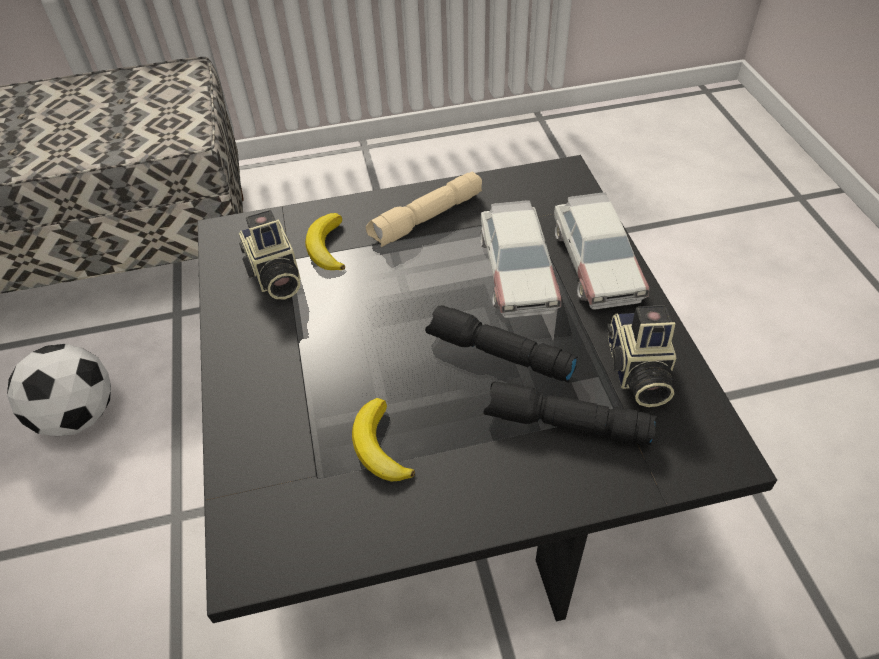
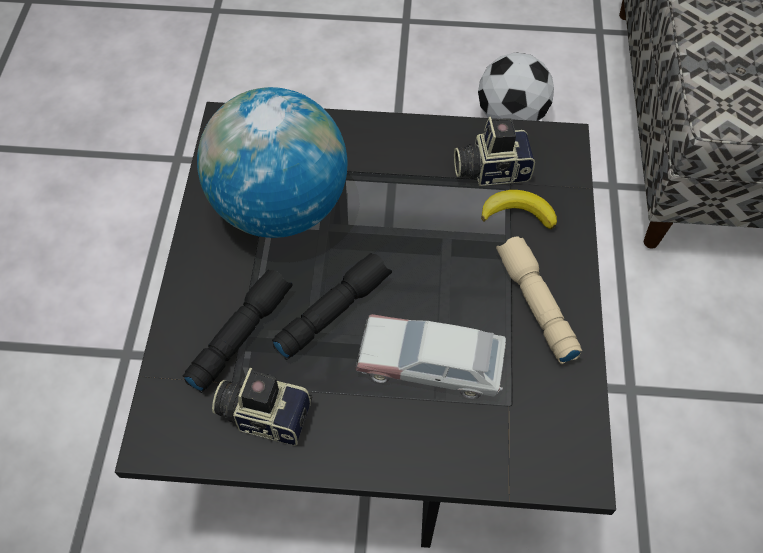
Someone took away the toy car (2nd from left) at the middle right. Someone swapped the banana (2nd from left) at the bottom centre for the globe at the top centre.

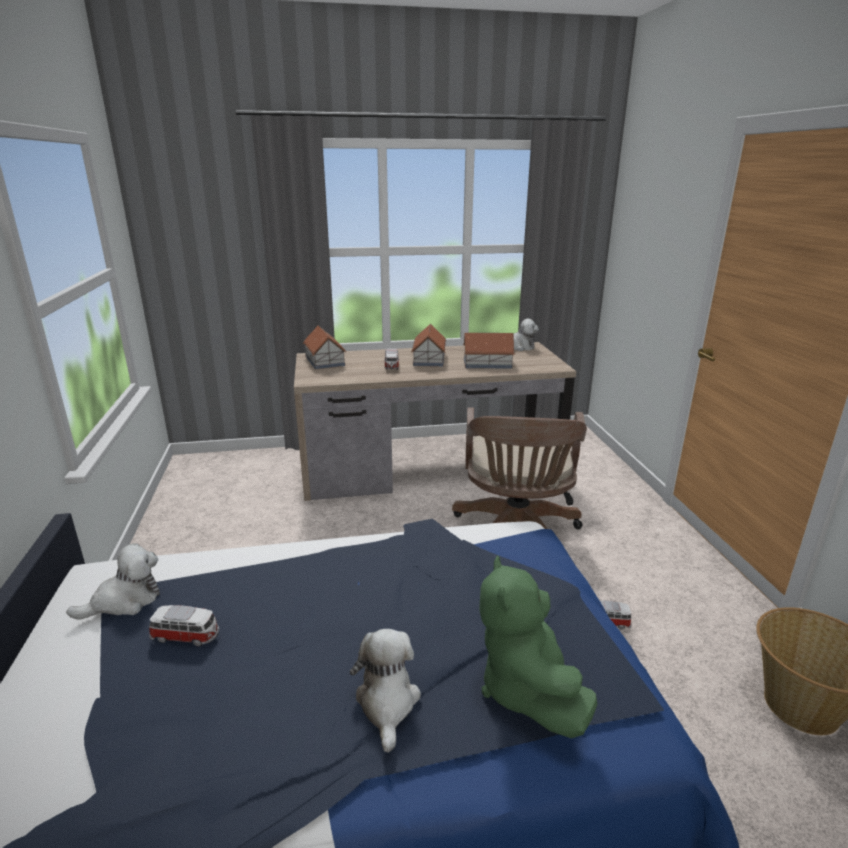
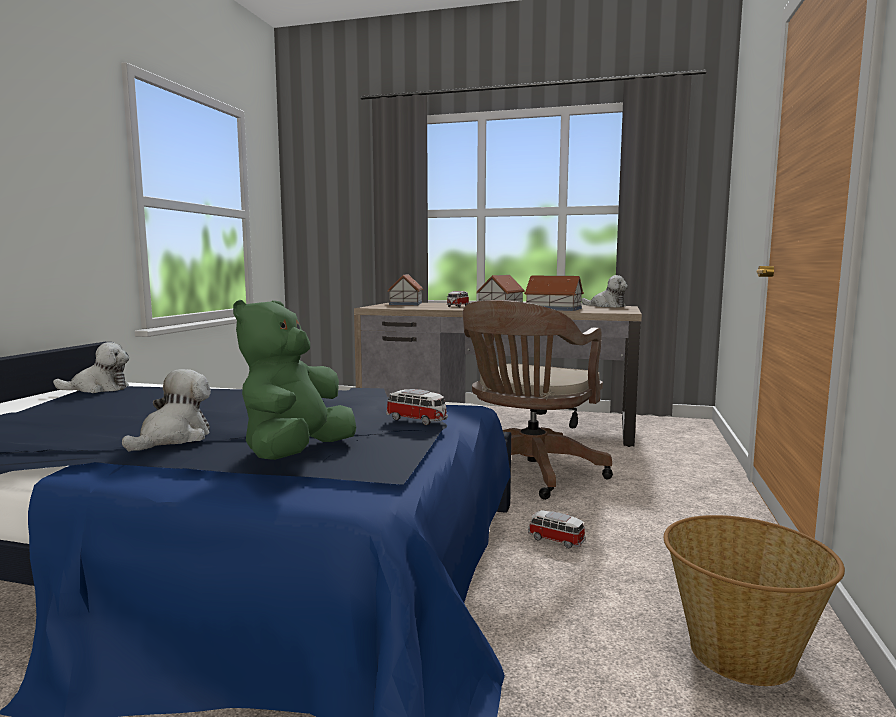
Someone carried the toy car (1st from left) from the bottom left to the centre.

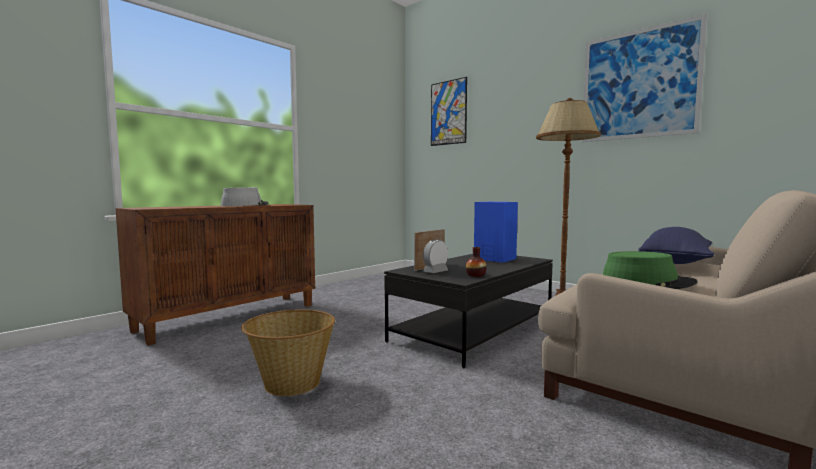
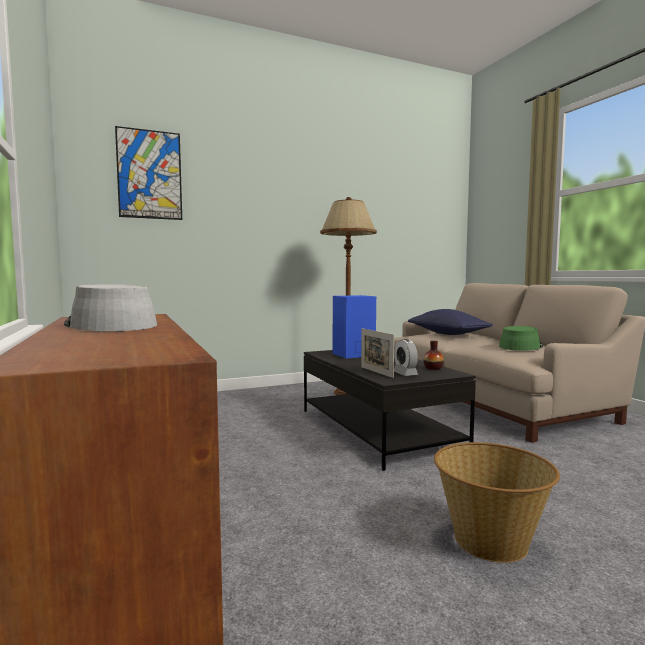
Someone took away the picture (2nd from left) at the top right.

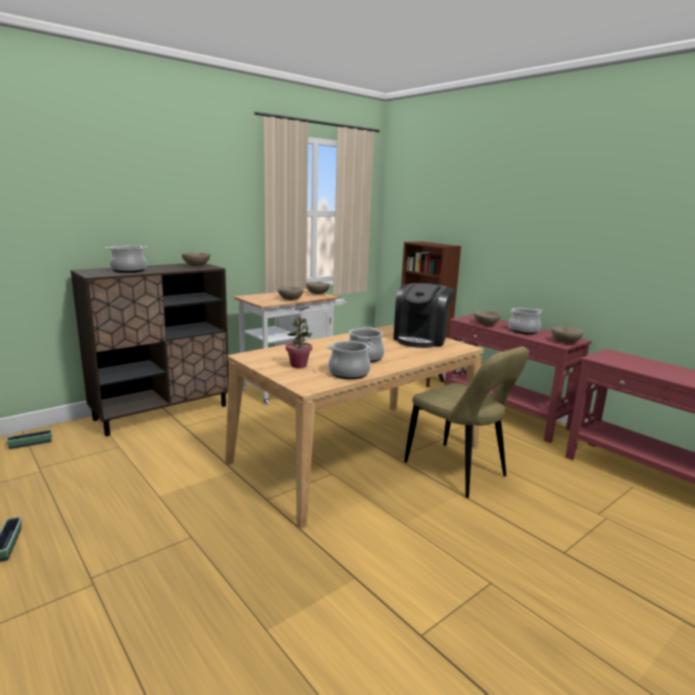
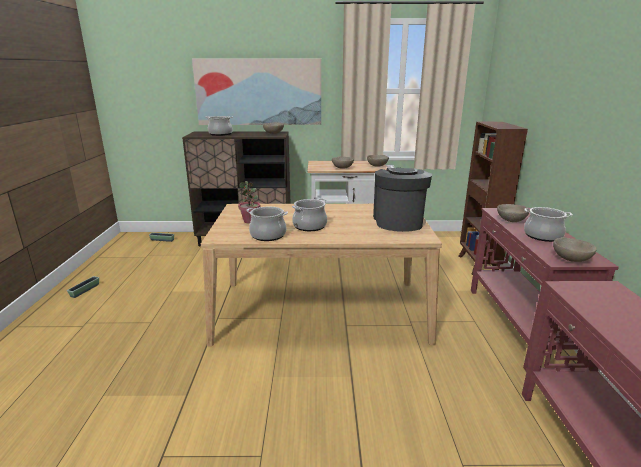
Someone rotated the coffee machine at the centre by 120 degrees clockwise. Someone took away the beige chair at the middle right. Someone put up the picture at the top centre.

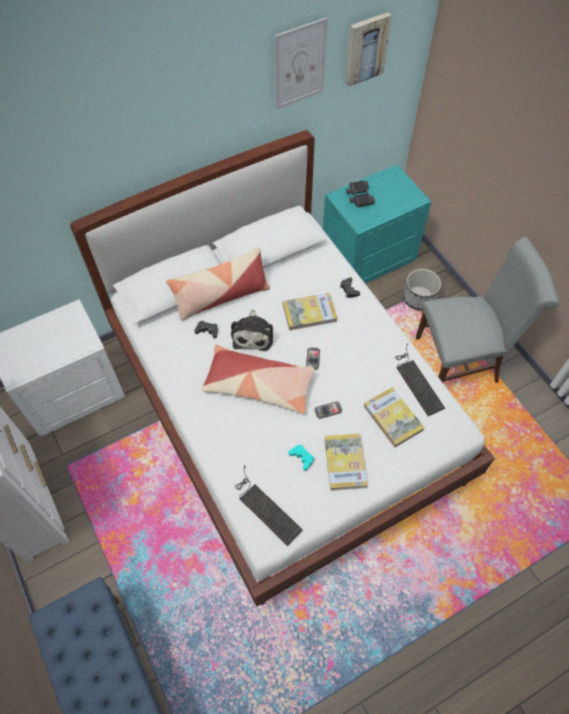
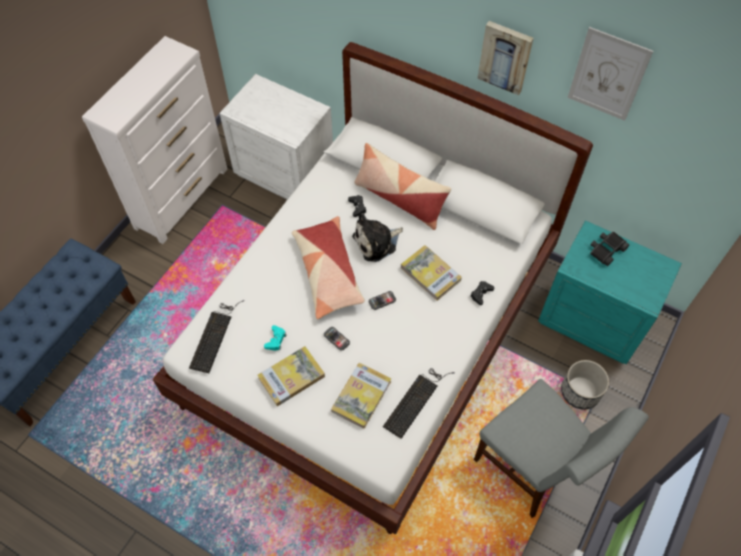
Someone carried the picture (2nd from left in the first image) from the top centre to the top right.

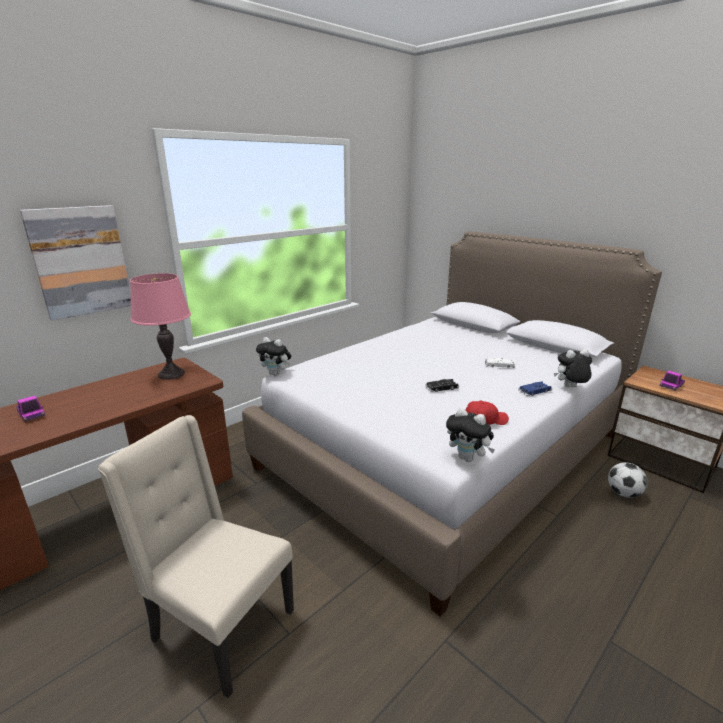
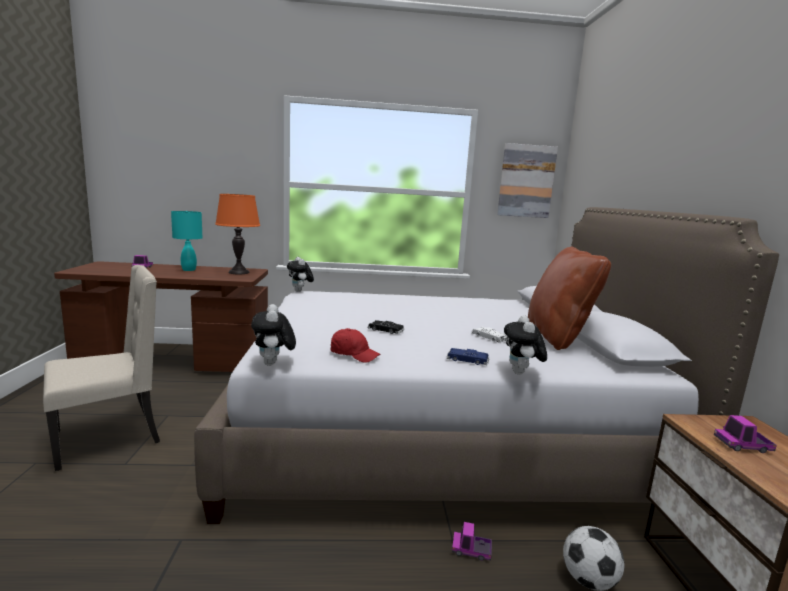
Someone carried the picture from the middle left to the top right. Someone repainted the pink table lamp at the middle left, which became the orange table lamp at the middle left. Someone rotated the plush toy (3rd from left) at the middle right by 120 degrees counterclockwise. Someone rotated the beige chair at the bottom left by 75 degrees clockwise. Someone put down the turquoise table lamp at the middle left. Someone put down the brown pillow at the middle right. Someone put down the toy truck (2nd from left) at the bottom centre.

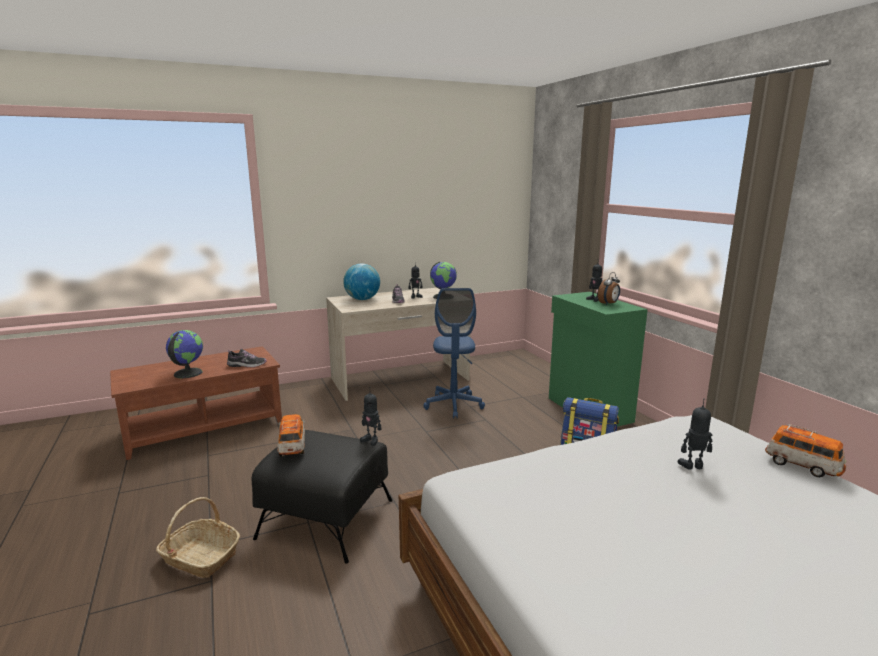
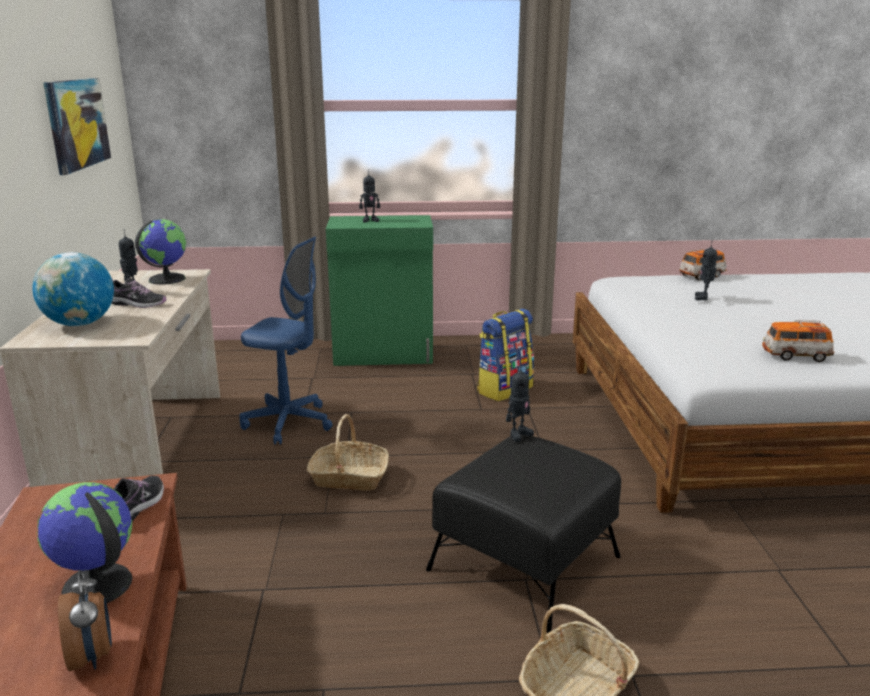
Someone carried the alarm clock from the middle right to the bottom left. Someone carried the toy car (1st from left in the first image) from the middle left to the middle right. Someone put up the picture at the top left. Someone put down the basket (1st from left) at the centre.

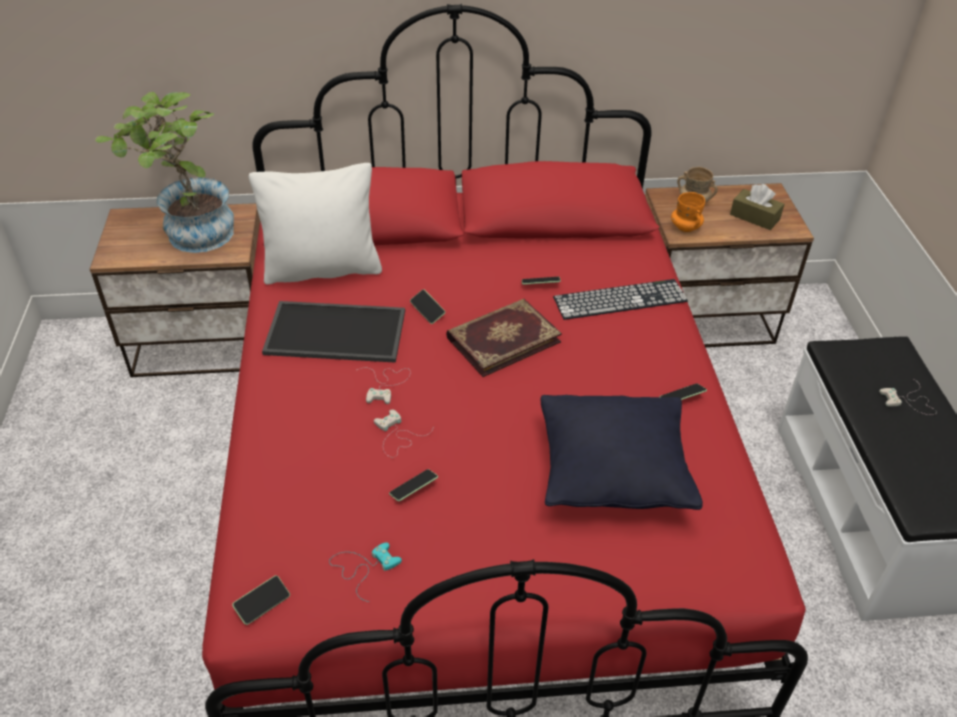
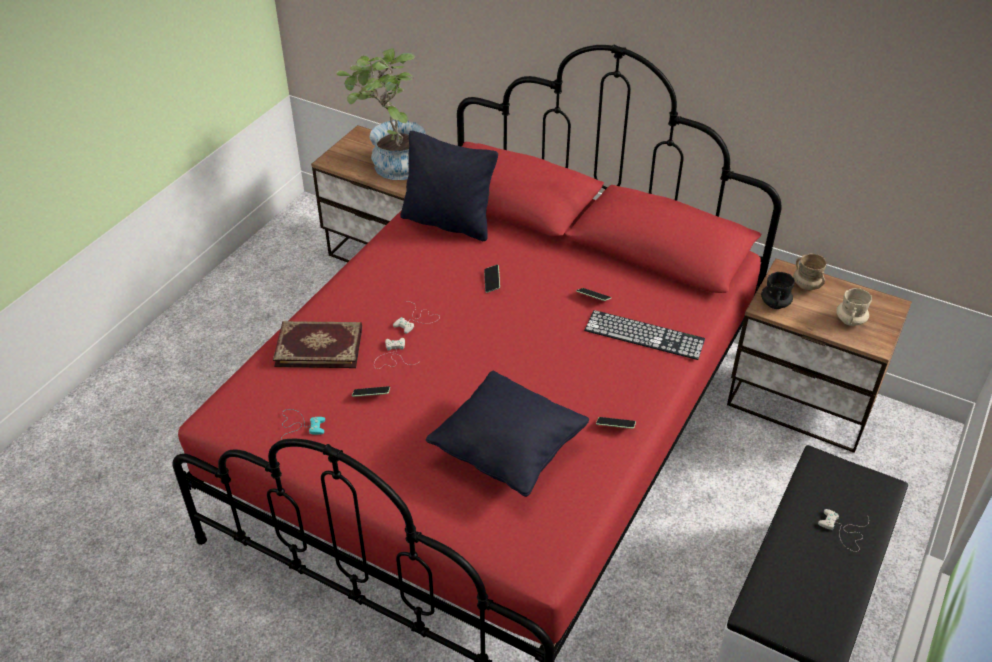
Someone repainted the white pillow at the top left, which became the black pillow (1st from left) at the top centre. Someone swapped the brown tissue box at the top right for the beige mug (2nd from left) at the middle right. Someone repainted the orange mug at the top right, which became the black mug at the middle right. Someone carried the book from the centre to the middle left. Someone took away the tray at the centre. Someone took away the phone (1st from left) at the bottom left.

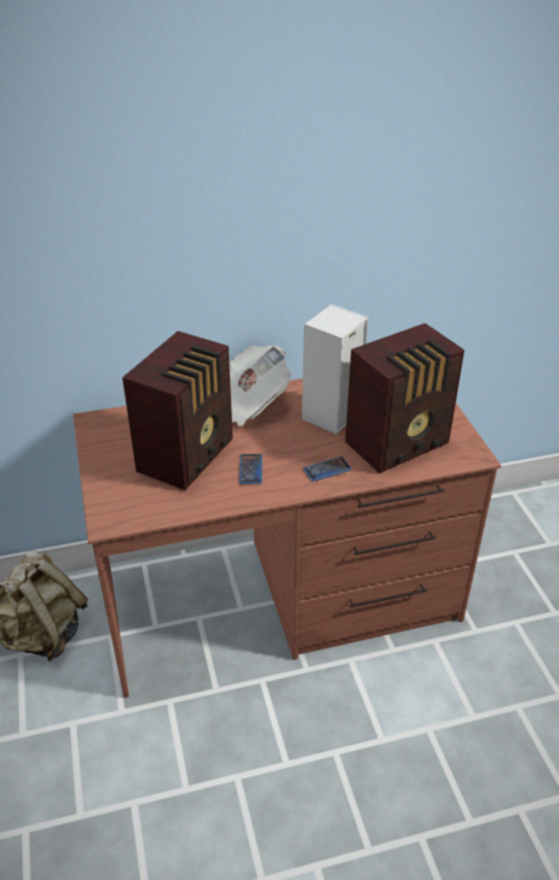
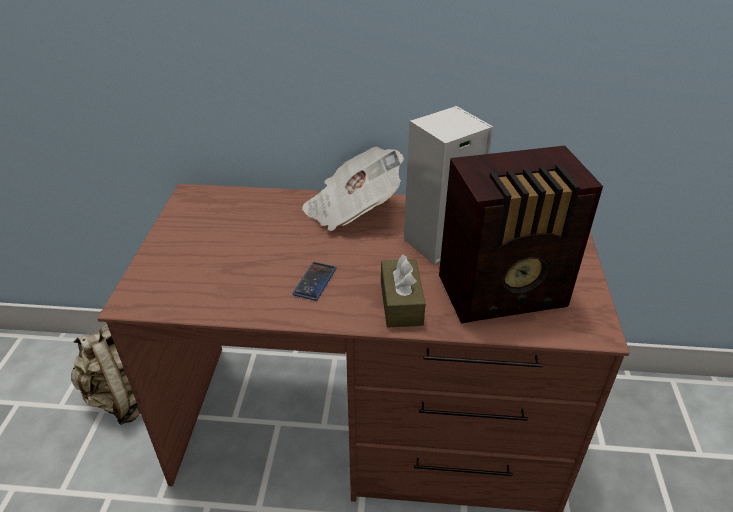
Someone took away the radio (1st from left) at the middle left. Someone swapped the phone (2nd from left) at the centre for the brown tissue box at the centre.

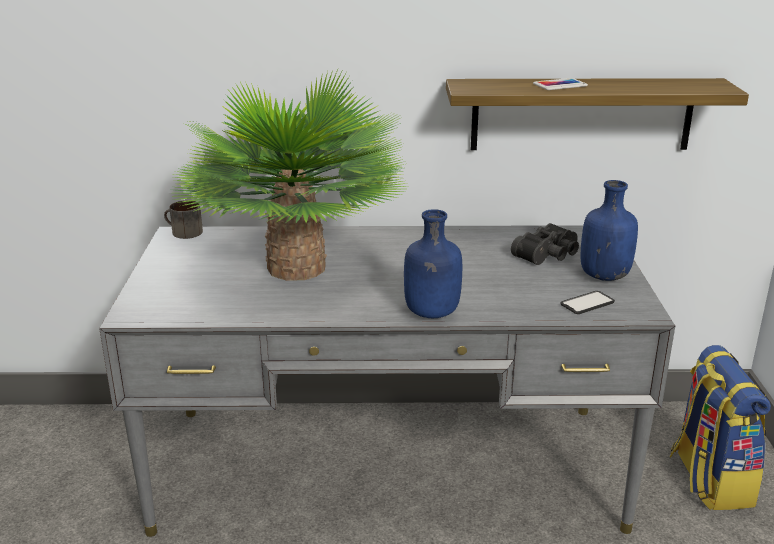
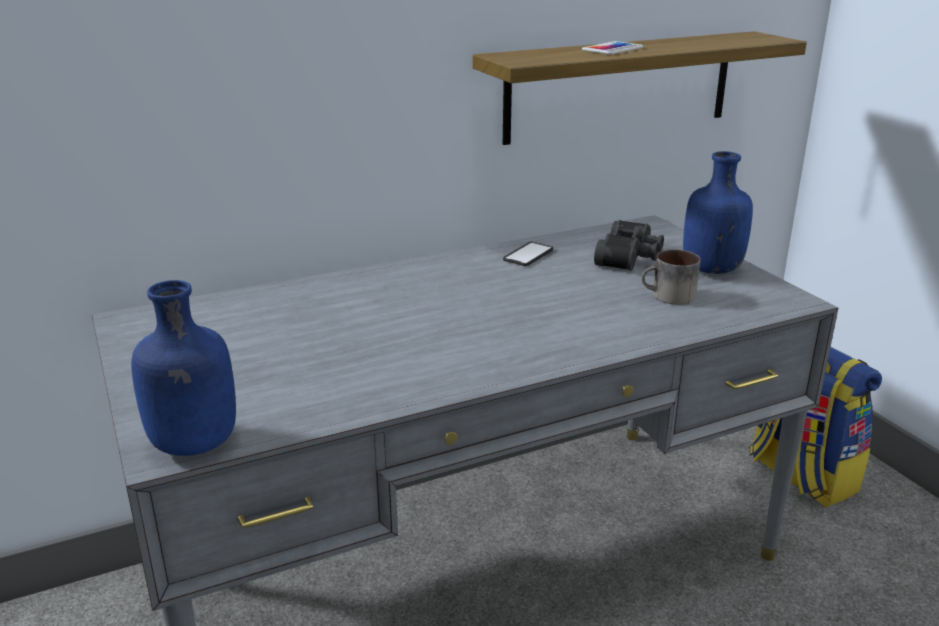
Someone took away the potted plant at the top centre. Someone carried the mug from the middle left to the middle right. Someone carried the blue bottle (1st from left) from the centre to the middle left. Someone carried the phone (2nd from left in the first image) from the middle right to the centre.

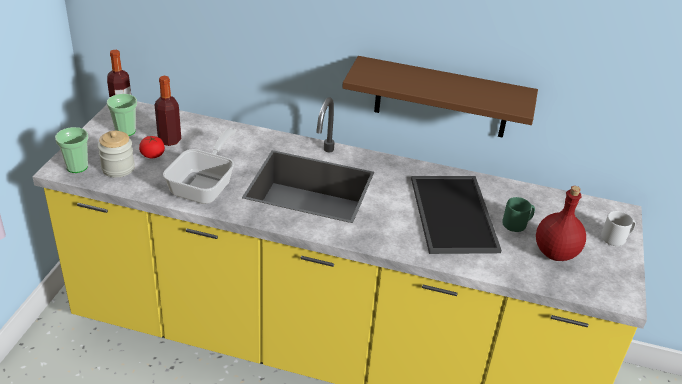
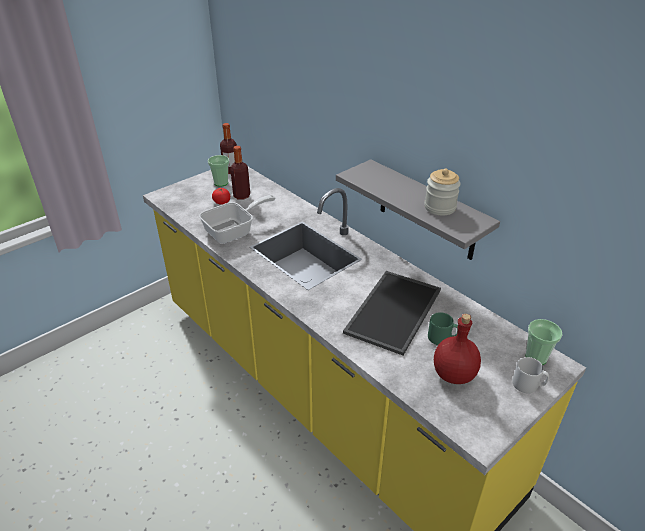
Someone repainted the brown shelf at the top centre, which became the grey shelf at the centre. Someone carried the cup (1st from left in the first image) from the middle left to the middle right. Someone carried the jar from the middle left to the middle right.

